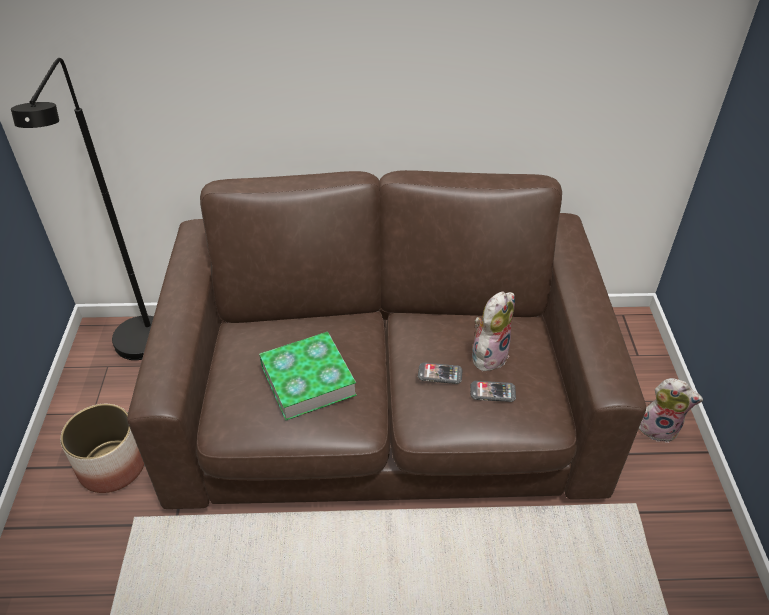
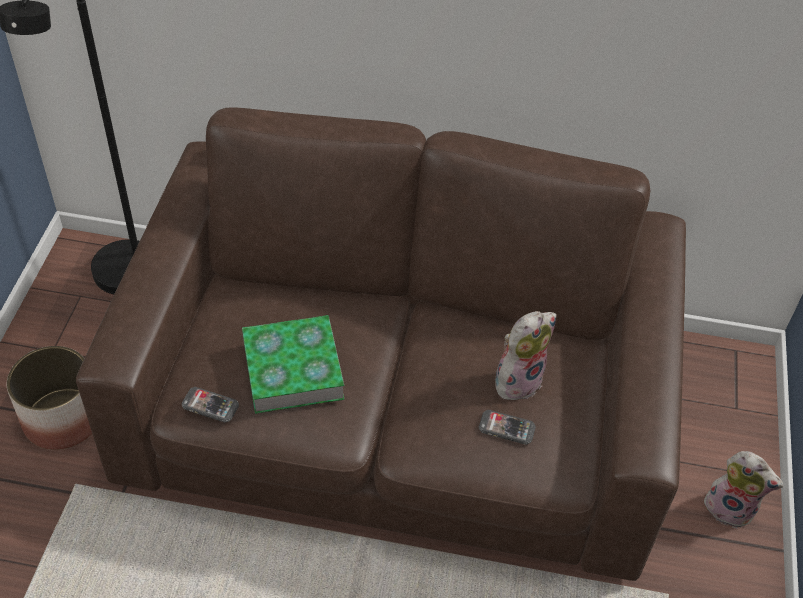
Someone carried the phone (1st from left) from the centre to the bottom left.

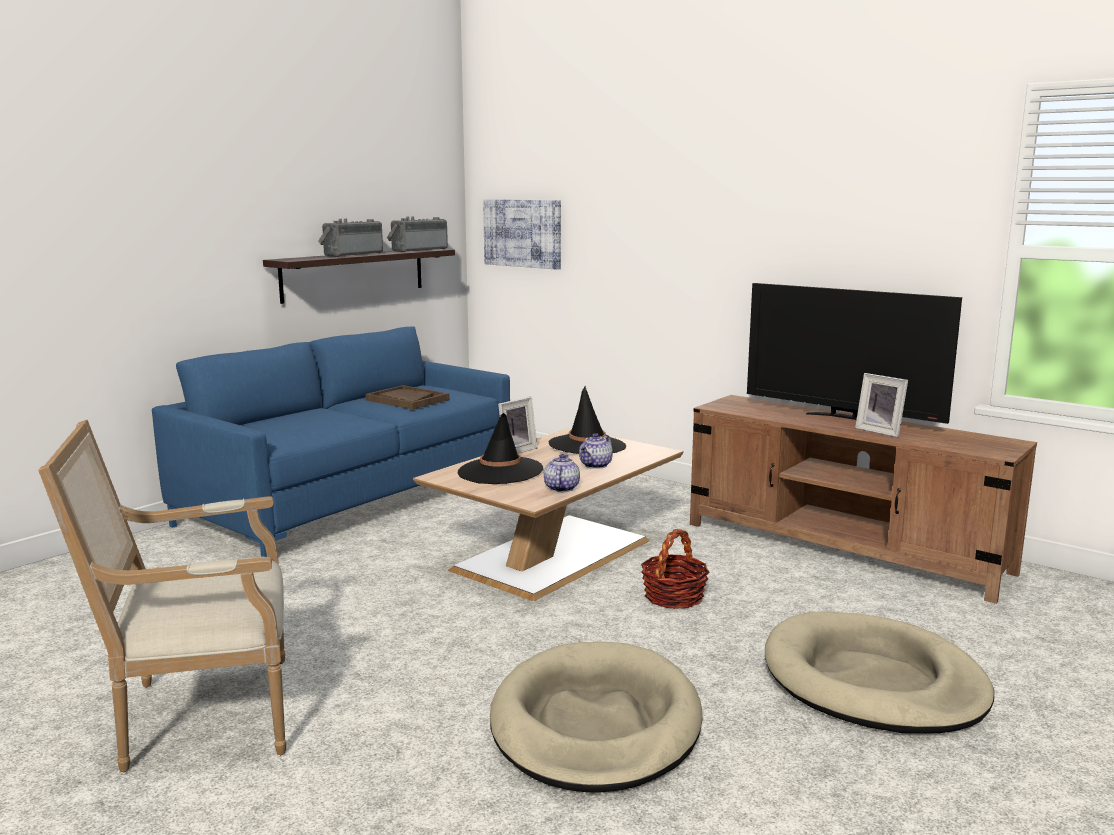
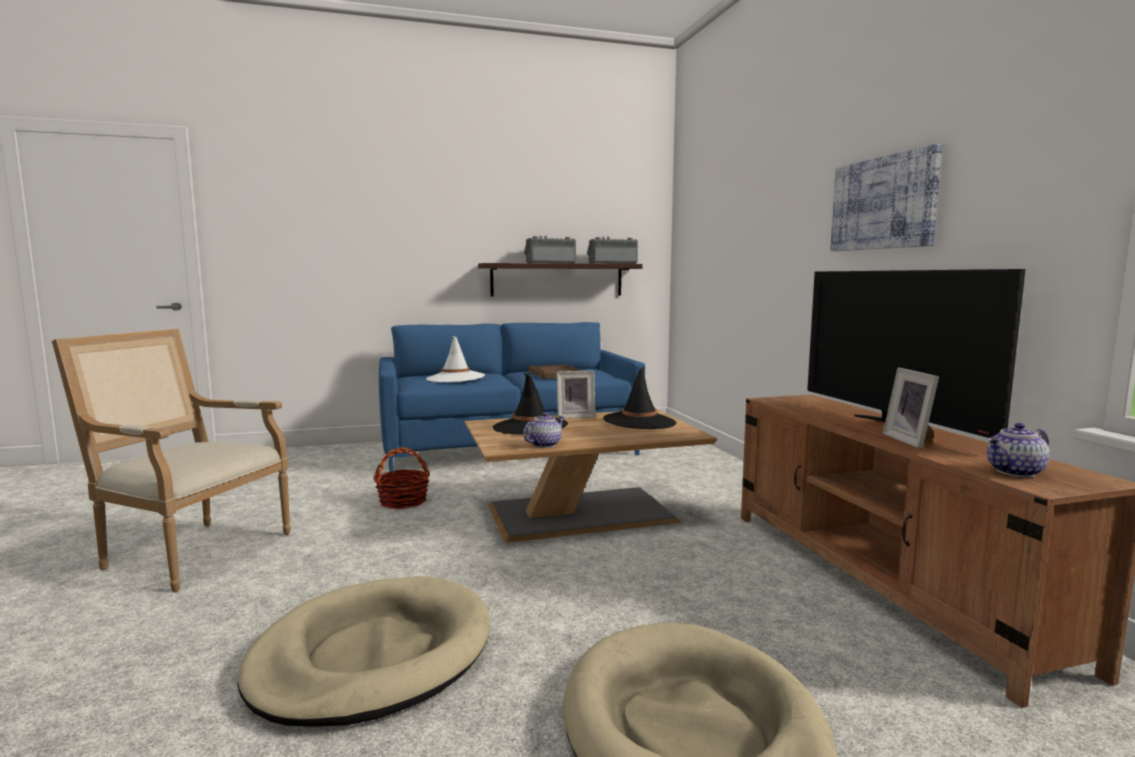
Someone carried the picture from the top centre to the top right. Someone carried the teapot (2nd from left) from the centre to the middle right. Someone carried the basket from the bottom centre to the centre. Someone put down the white hat at the centre.

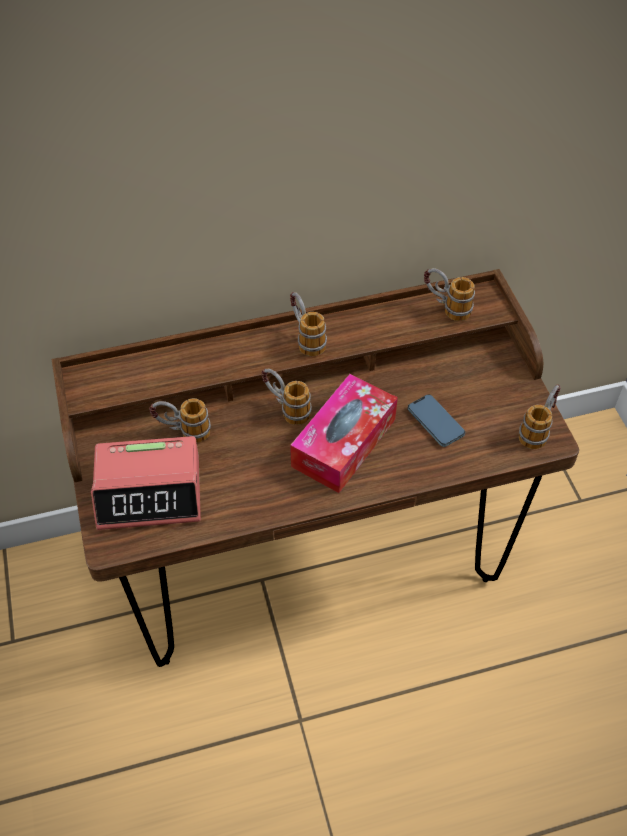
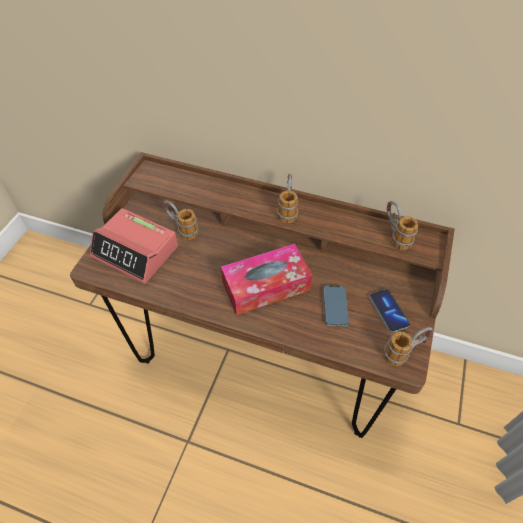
Someone took away the mug (2nd from left) at the centre. Someone put down the phone (2nd from left) at the middle right.

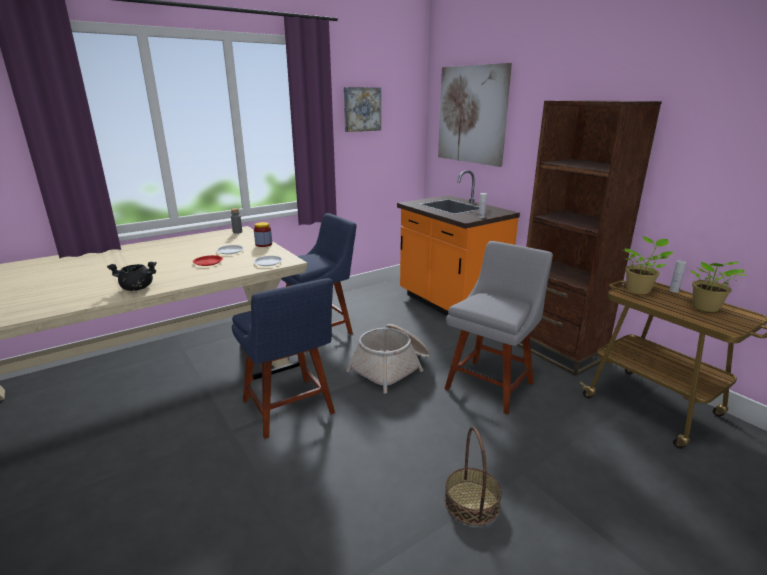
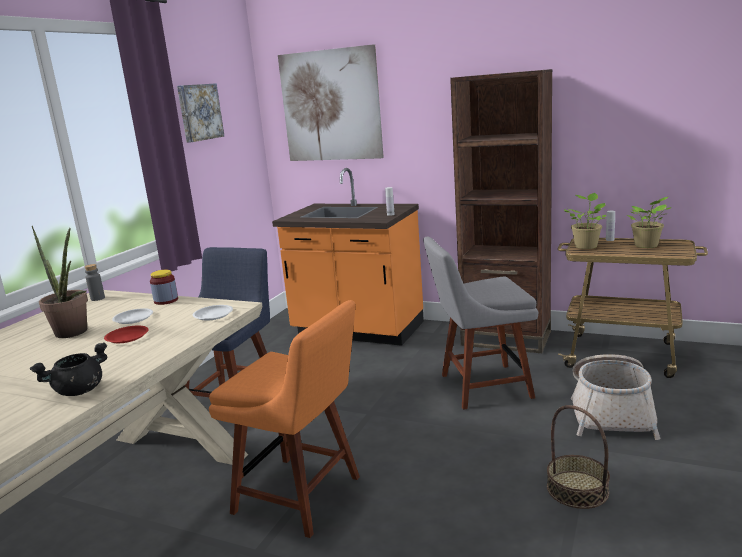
Someone rotated the grey chair at the centre by 105 degrees counterclockwise. Someone repainted the blue chair (1st from left) at the centre, which became the orange chair at the bottom centre. Someone carried the basket (1st from left in the first image) from the centre to the bottom right. Someone put down the potted plant (1st from left) at the middle left.

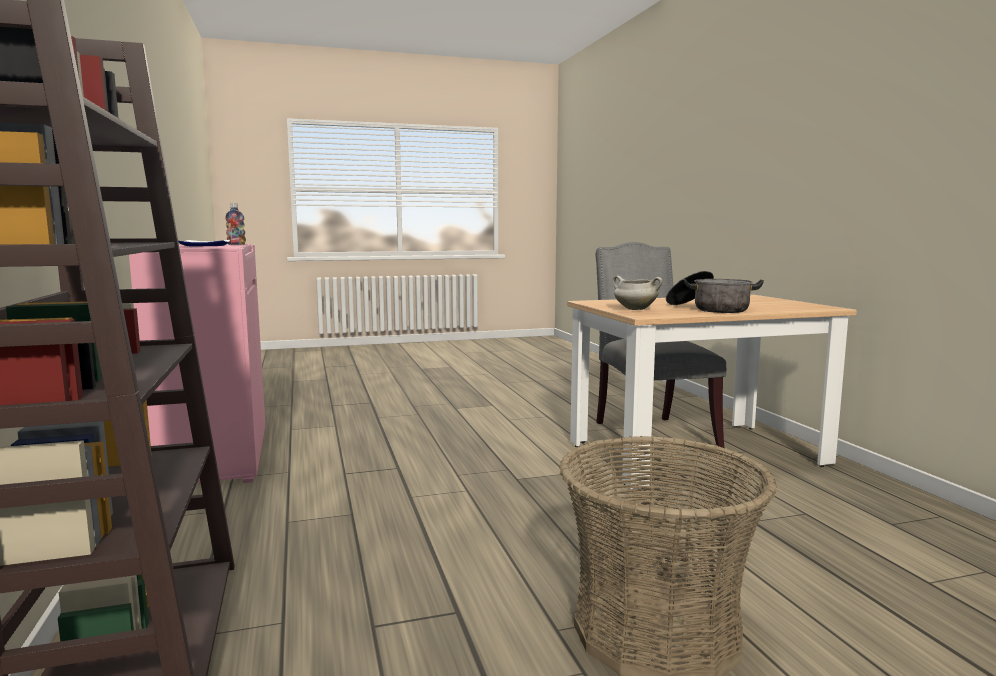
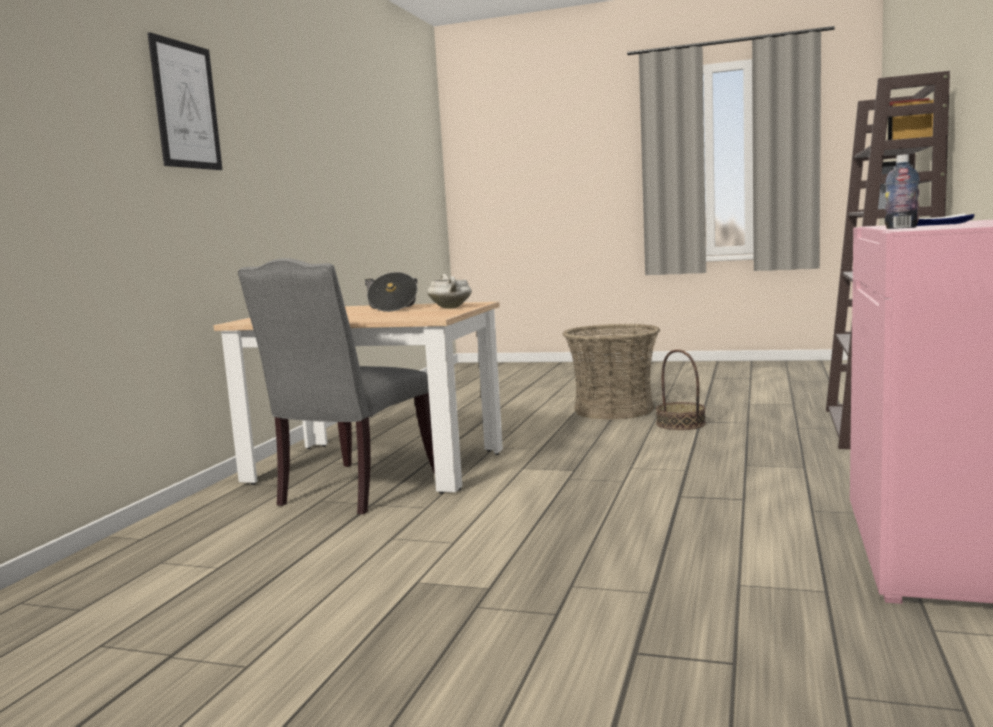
Someone put up the picture at the top left. Someone put down the basket (2nd from left) at the middle right.

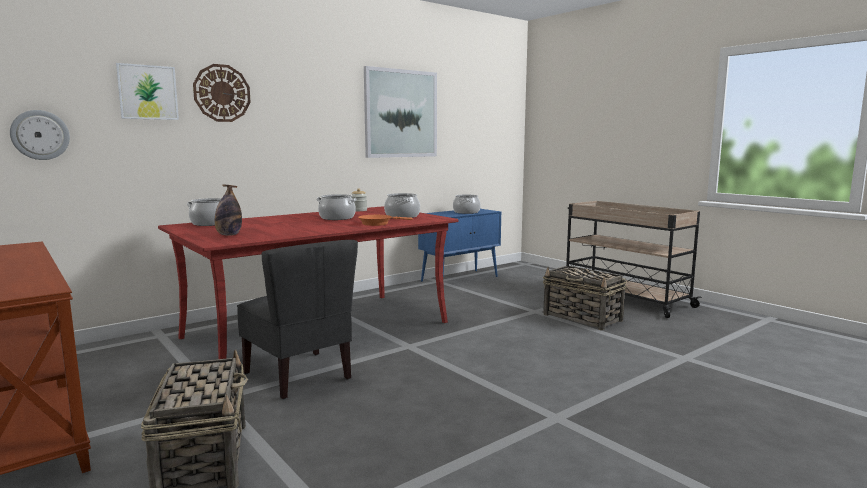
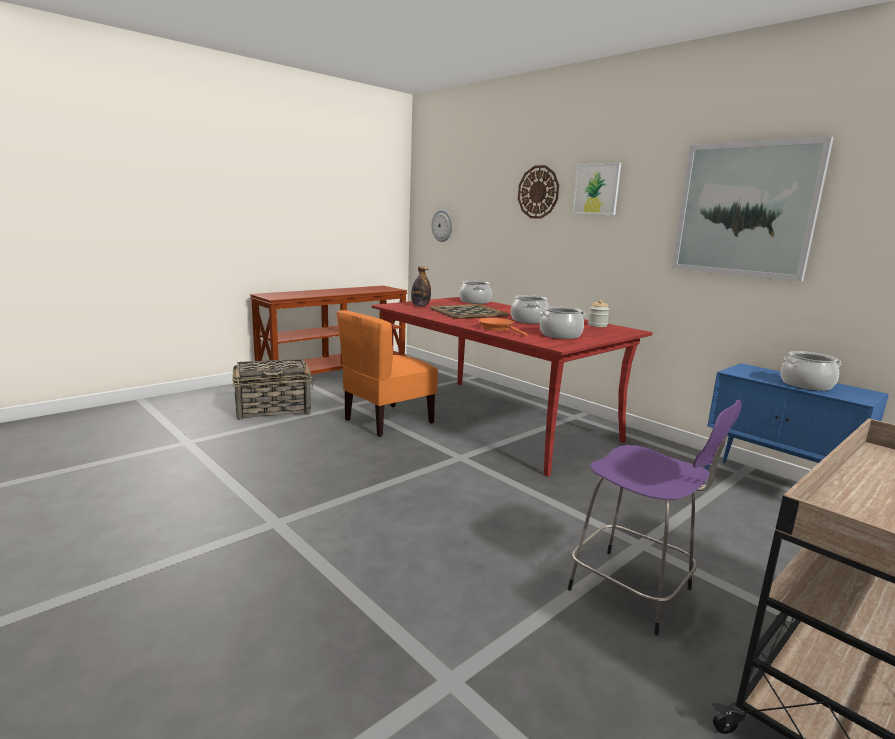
Someone carried the picture (1st from left) from the top left to the top centre. Someone repainted the grey chair at the centre, which became the orange chair at the centre. Someone swapped the basket (2nd from left) at the middle right for the purple stool at the bottom right. Someone put down the tray at the centre.

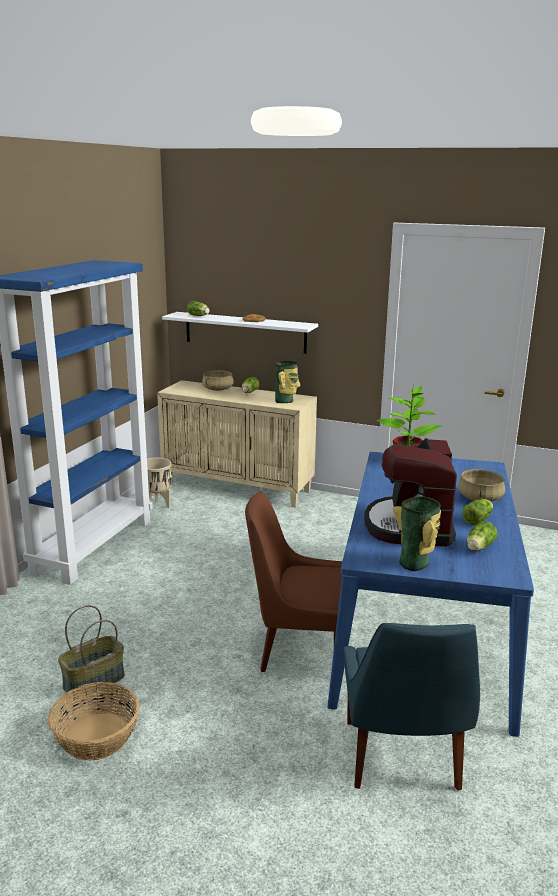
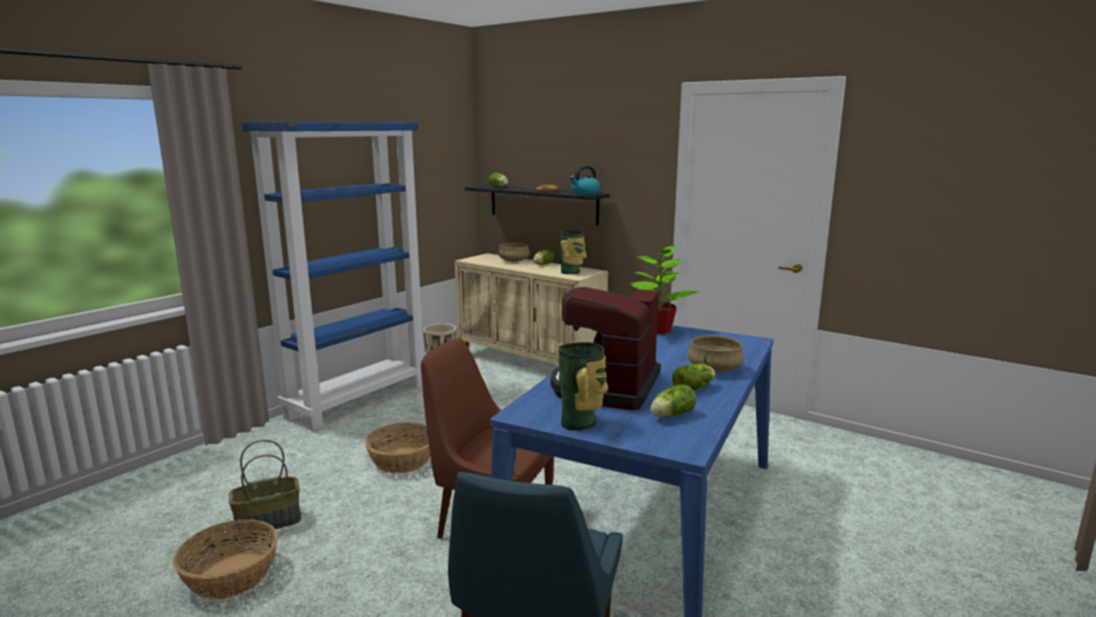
Someone repainted the white shelf at the centre, which became the black shelf at the top centre. Someone put down the kettle at the top centre. Someone put down the basket (3rd from left) at the bottom centre.

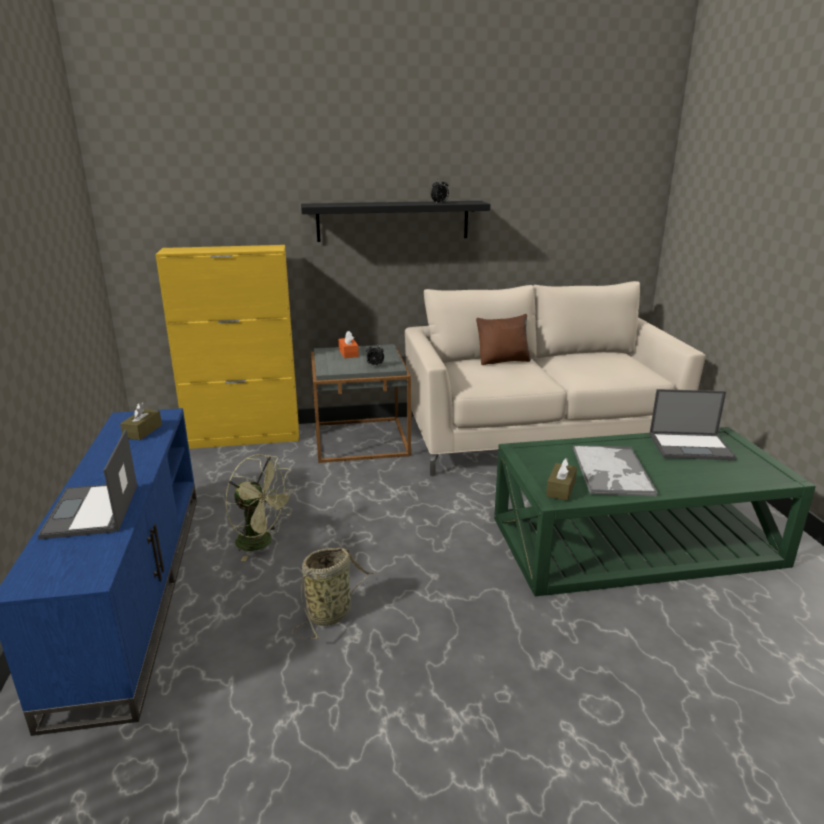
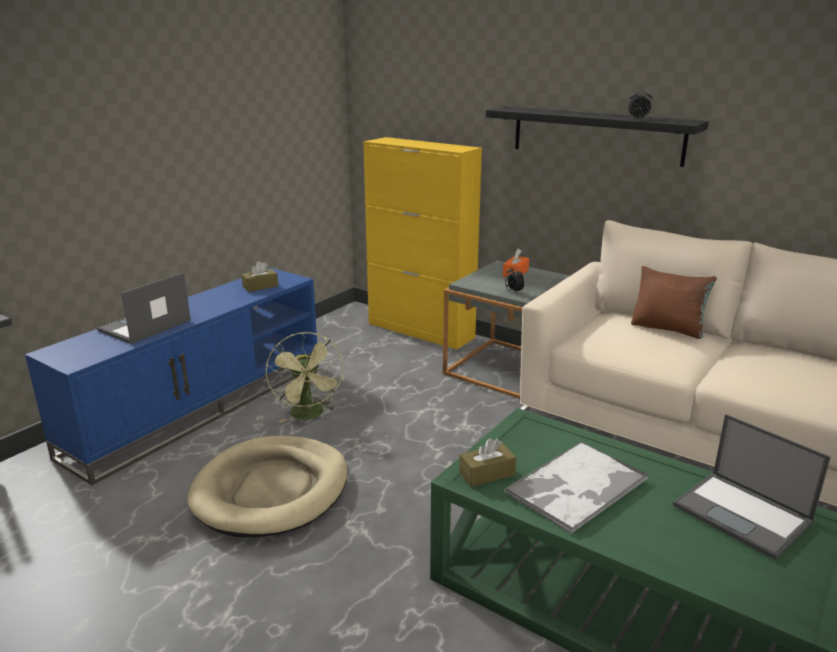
Someone swapped the basket at the bottom centre for the beige dog bed at the bottom left.

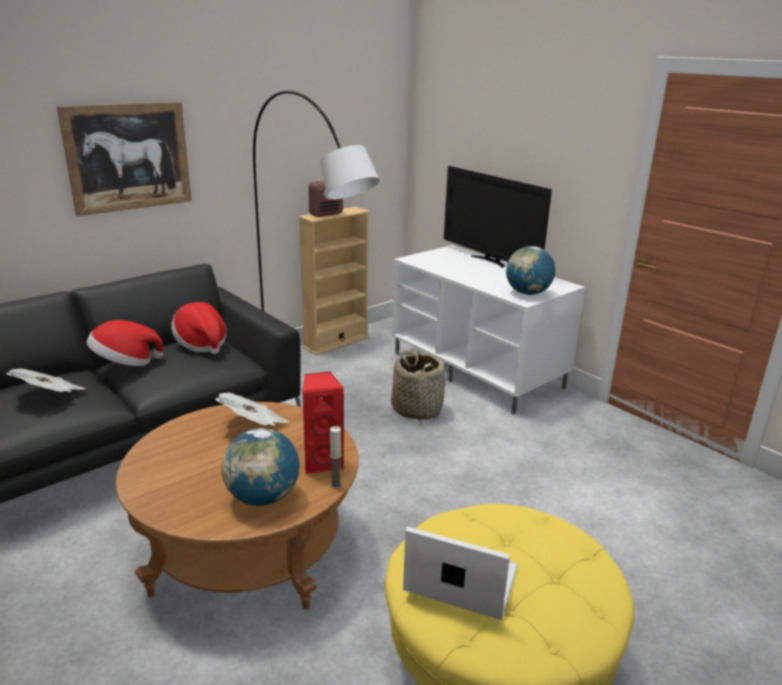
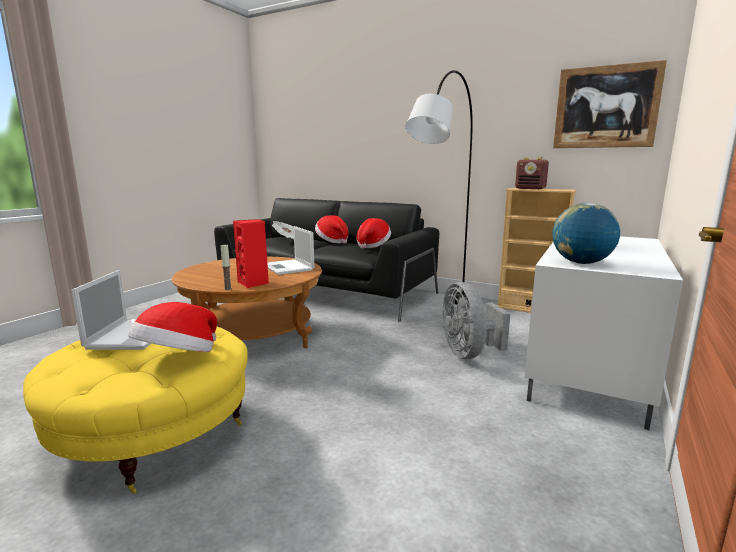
Someone carried the picture from the top left to the top right. Someone took away the television at the top centre. Someone swapped the basket at the centre for the grey fan at the centre. Someone swapped the newspaper (2nd from left) at the middle left for the laptop (2nd from left) at the centre. Someone took away the globe (1st from left) at the bottom centre. Someone put down the hat (1st from left) at the middle left.

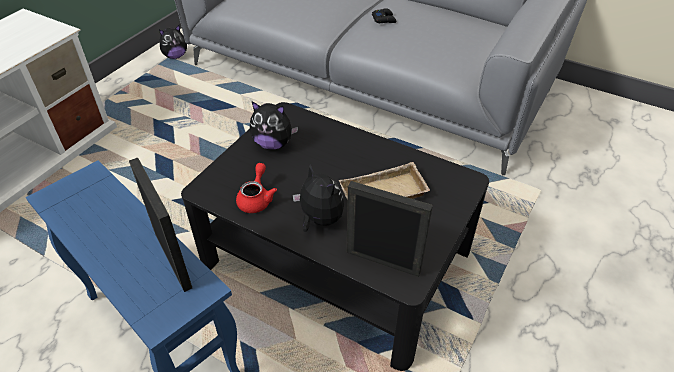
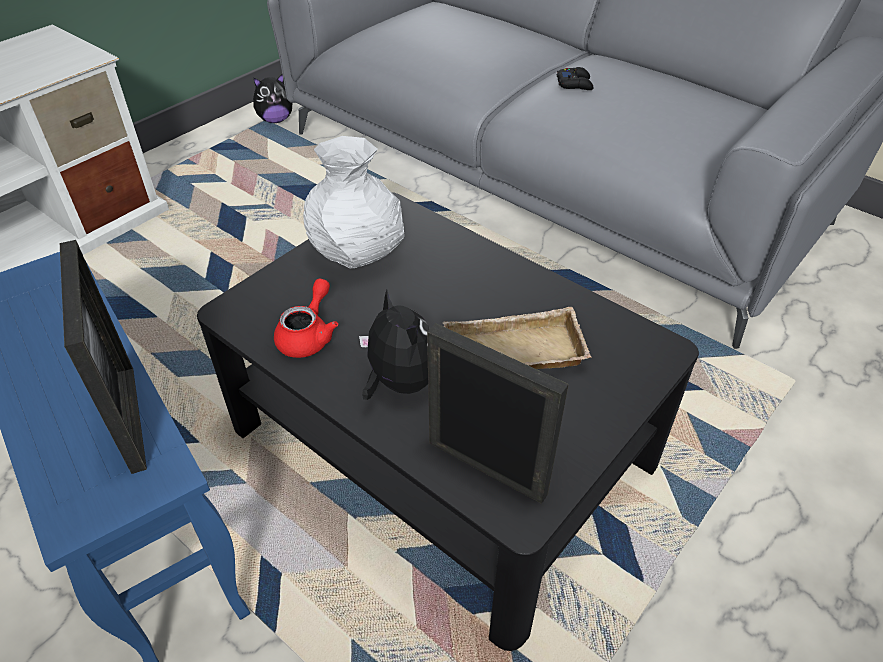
Someone swapped the plush toy (2nd from left) at the centre for the white vase at the top centre.

